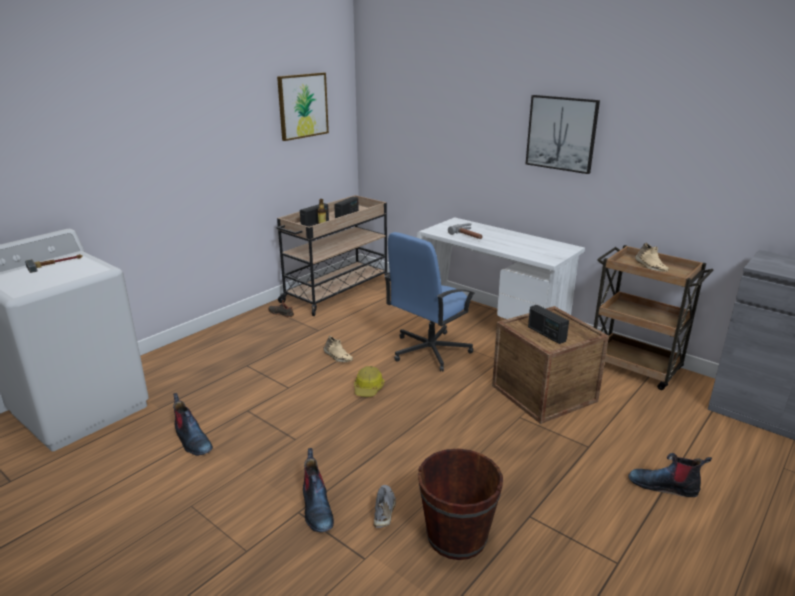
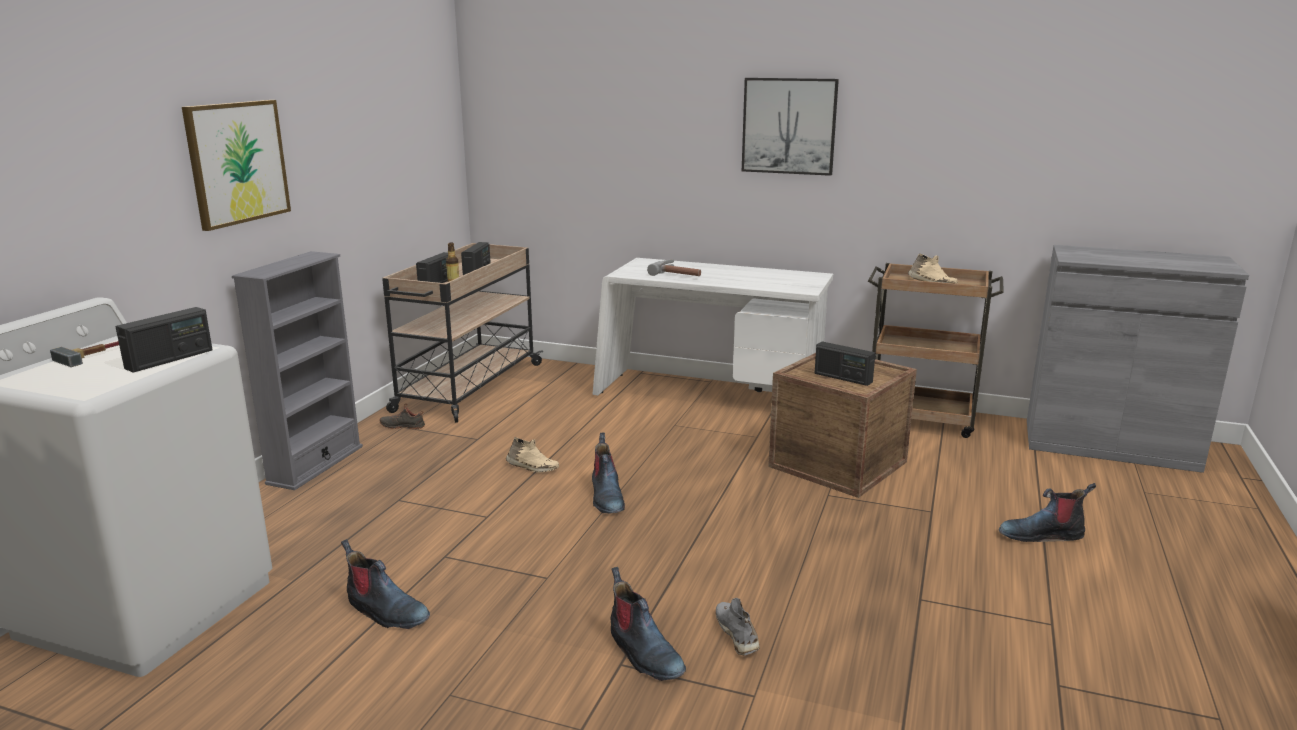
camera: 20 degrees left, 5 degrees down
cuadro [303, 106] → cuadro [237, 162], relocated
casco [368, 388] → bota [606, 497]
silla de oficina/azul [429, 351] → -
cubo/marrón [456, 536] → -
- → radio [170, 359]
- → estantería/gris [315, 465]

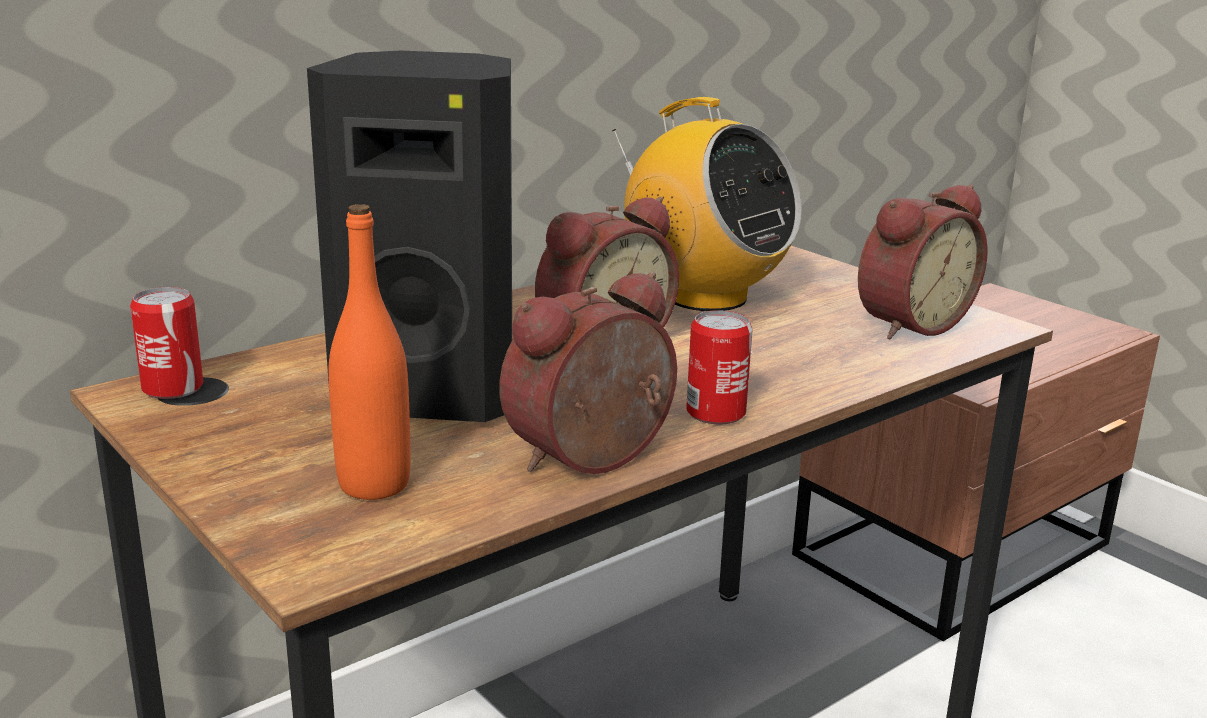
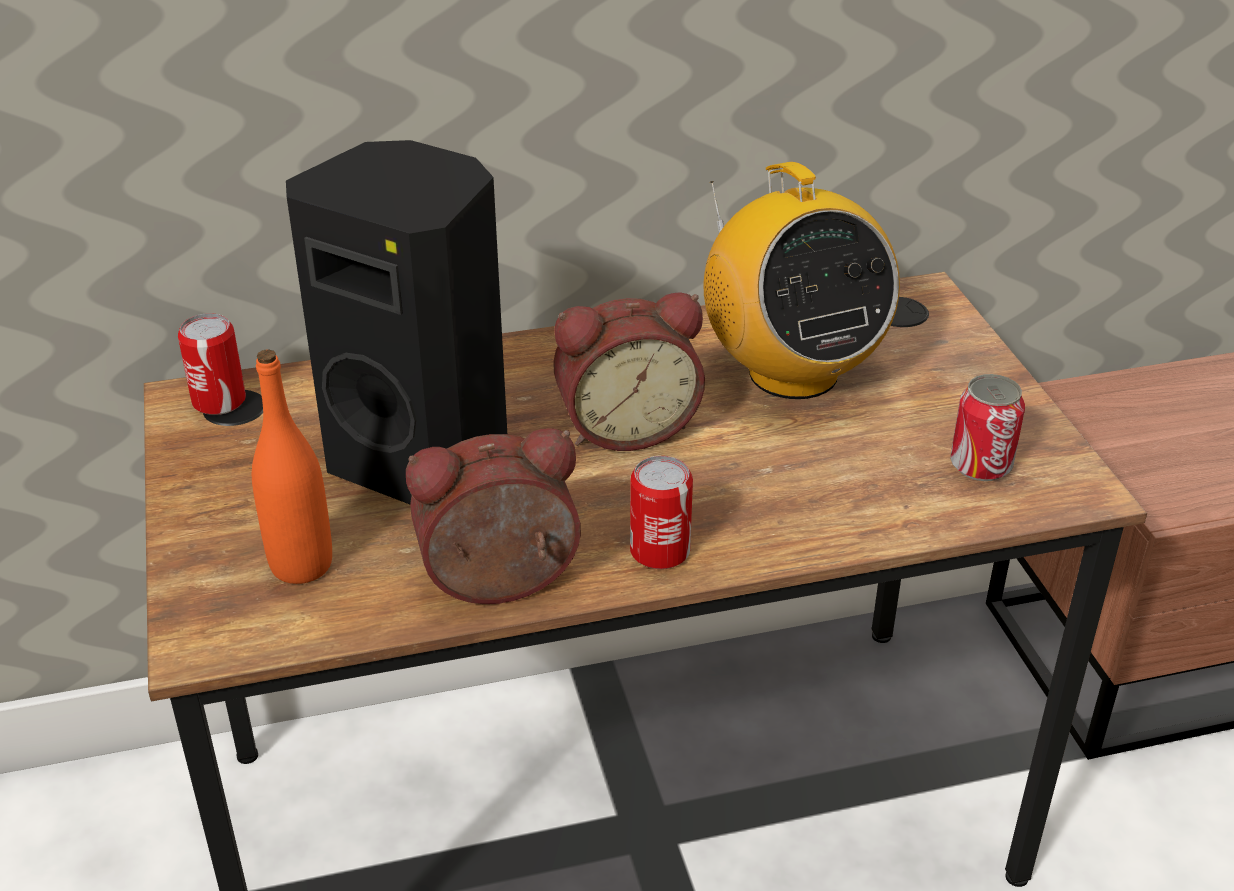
camera: 25 degrees right, 15 degrees up
despertador [908, 324] → lata [980, 465]

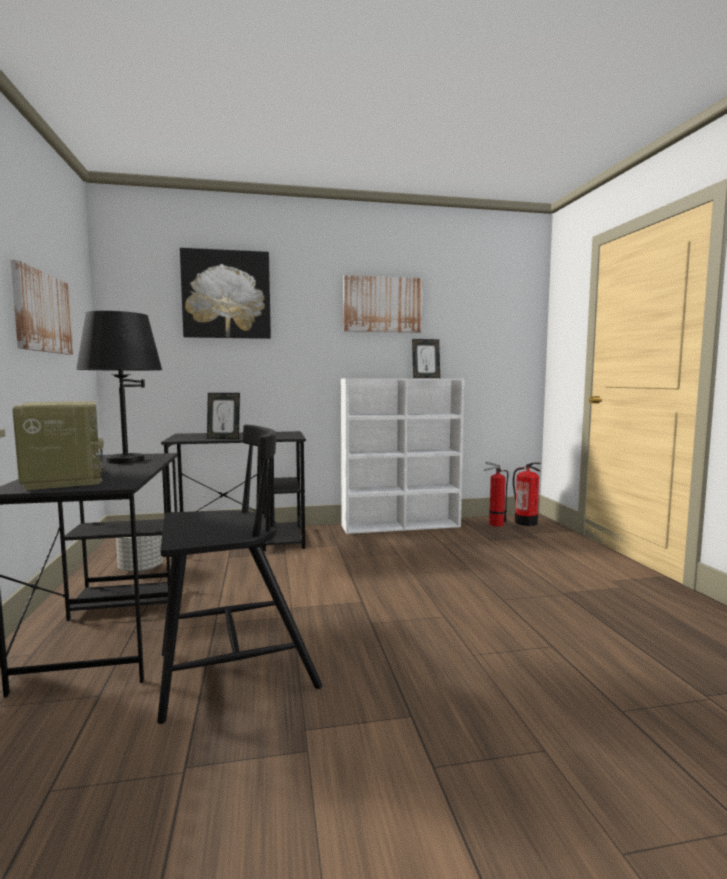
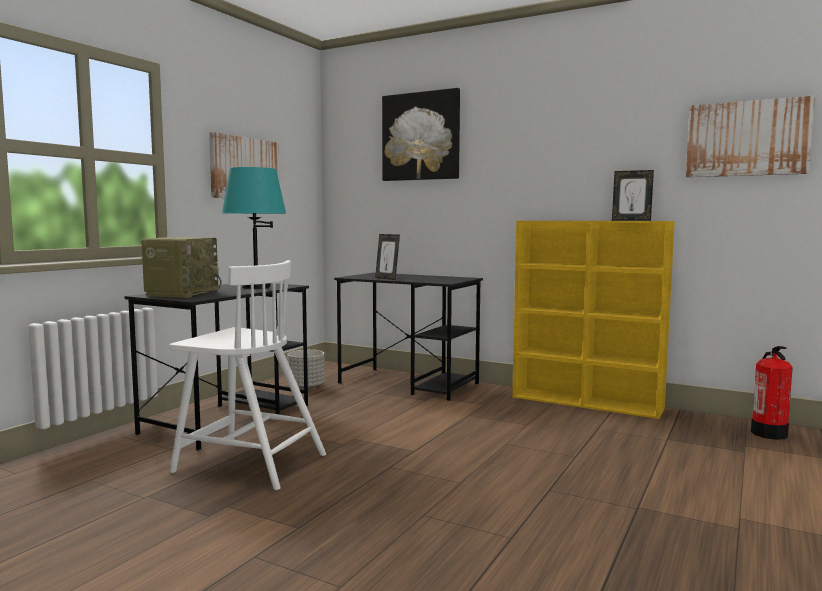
camera: 40 degrees right, 0 degrees up
lámpara de mesa/negro [125, 461] → lámpara de mesa/turquesa [256, 287]
silla/negro [233, 672] → silla/blanco [248, 462]
estantería/blanco [401, 525] → estantería/amarillo [588, 402]
cuadro [382, 304] → cuadro [747, 138], relocated
extintor [494, 524] → -

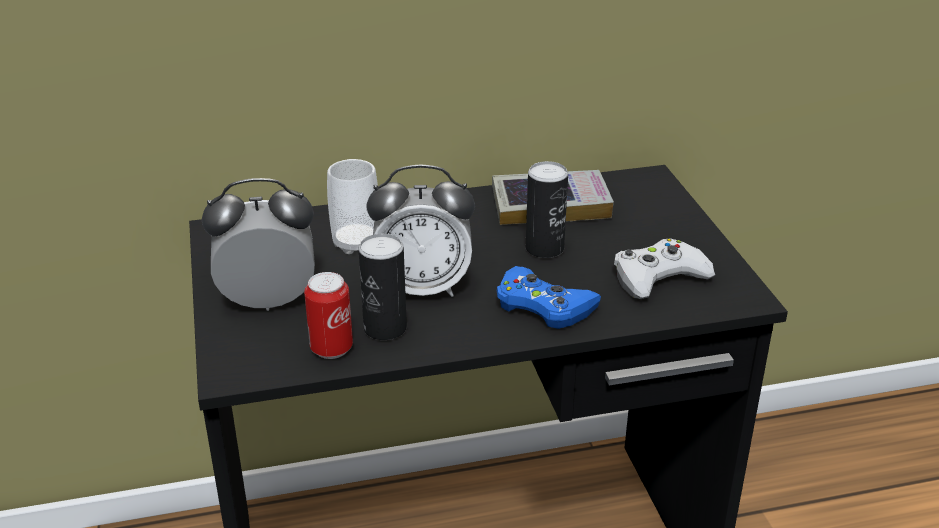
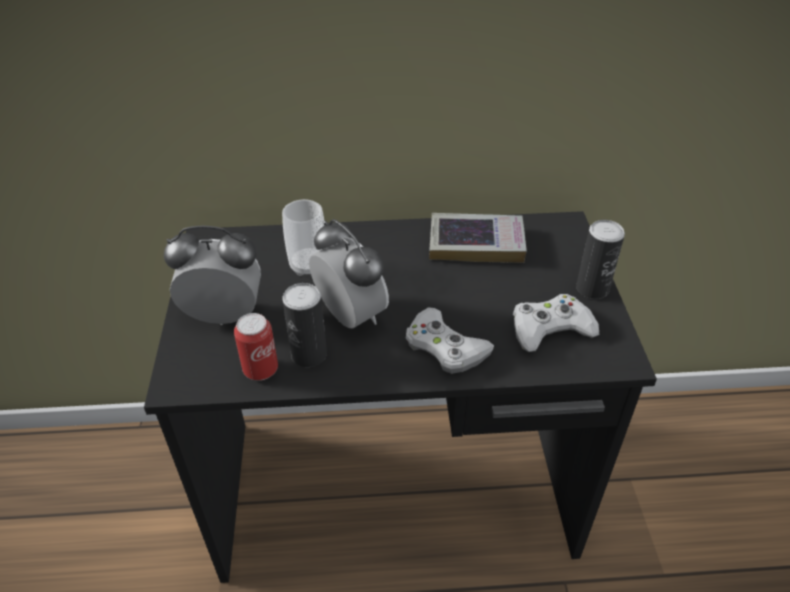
camera: 10 degrees right, 10 degrees up
despertador [423, 287] → despertador [350, 316], 135 degrees counterclockwise
mando de consola/azul [543, 305] → mando de consola/blanco [445, 347]
lata [544, 248] → lata [592, 288], relocated

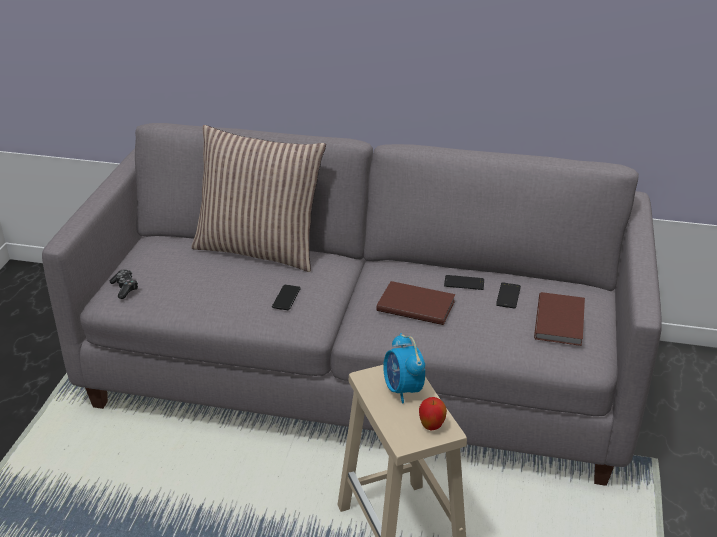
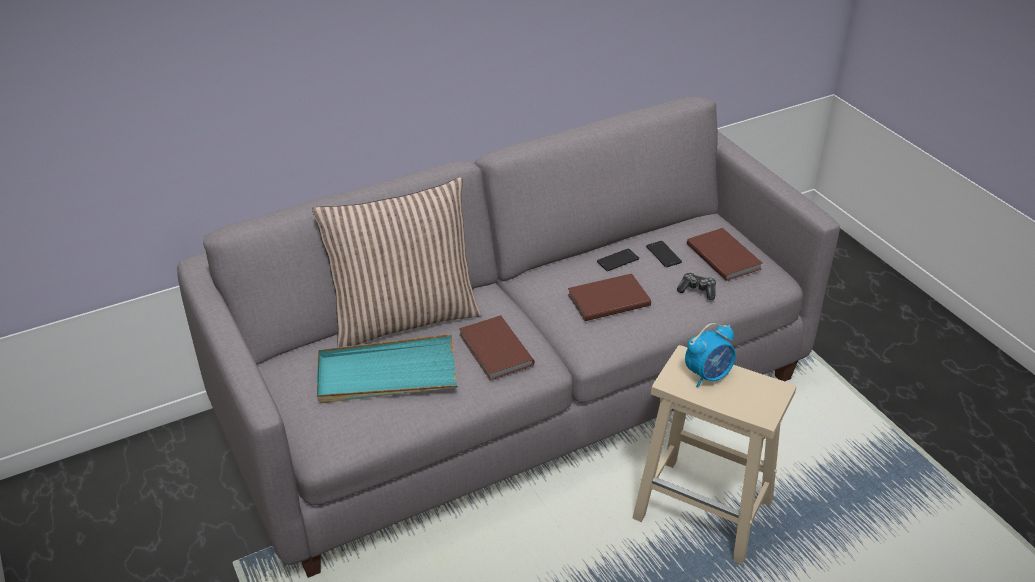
camera: 40 degrees left, 5 degrees up
mando de consola [125, 288] → mando de consola [697, 290], relocated
móvil [286, 298] → libro/marrón [494, 351]
despertador [403, 390] → despertador [708, 375], 60 degrees counterclockwise
manzana [431, 426] → -
- → bandeja/turquesa [386, 374]

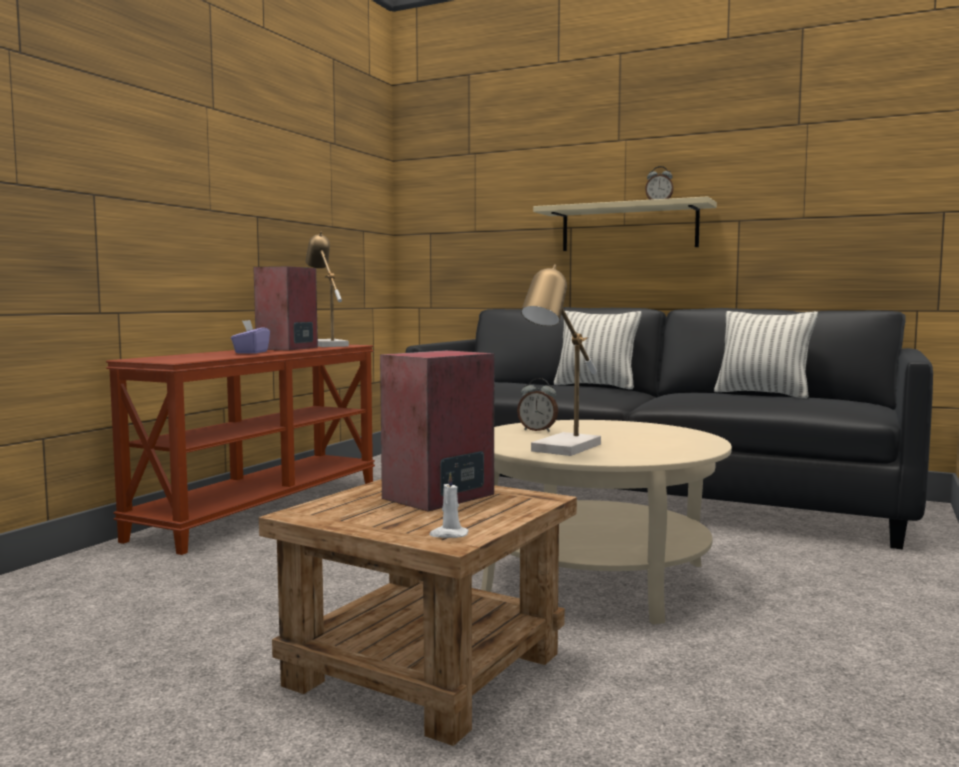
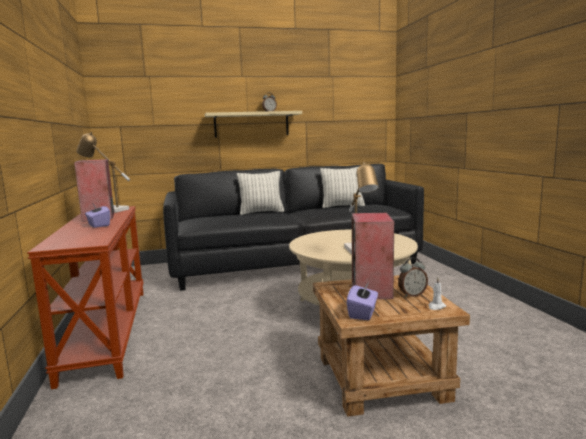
camera: 40 degrees left, 5 degrees up
despertador [538, 430] → despertador [412, 295], relocated
- → caja de pañuelos/morado [363, 313]

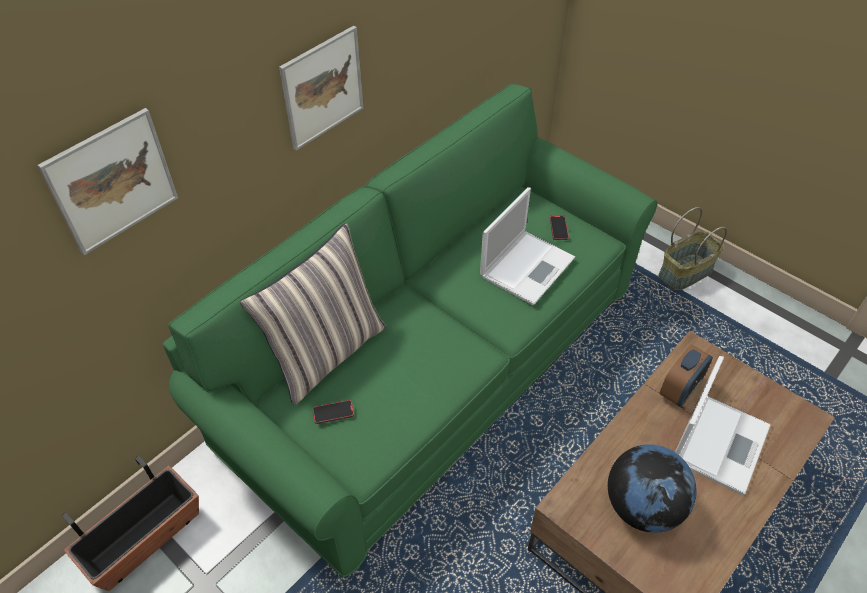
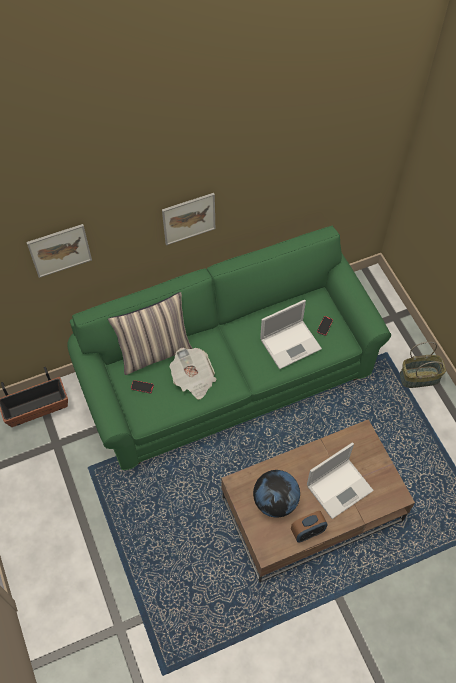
camera: 25 degrees right, 10 degrees up
despertador [679, 390] → despertador [307, 532], relocated
- → periódico [193, 379]

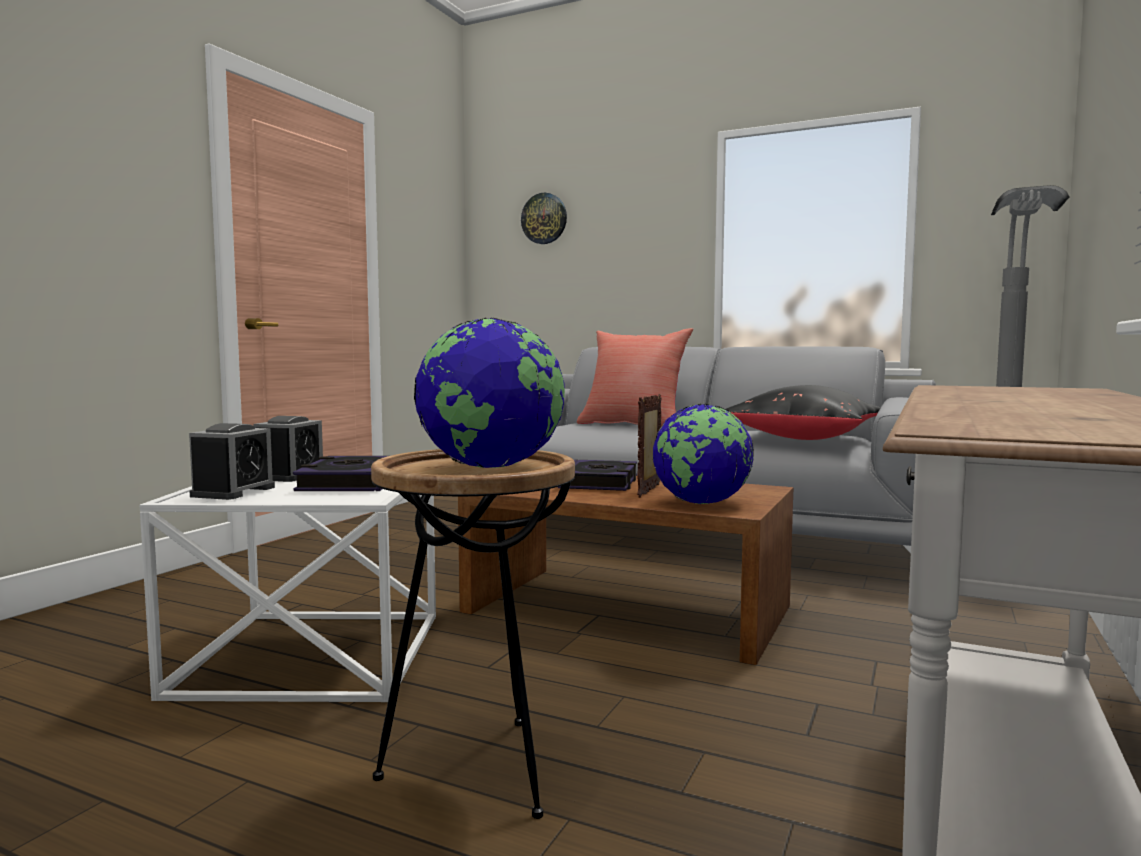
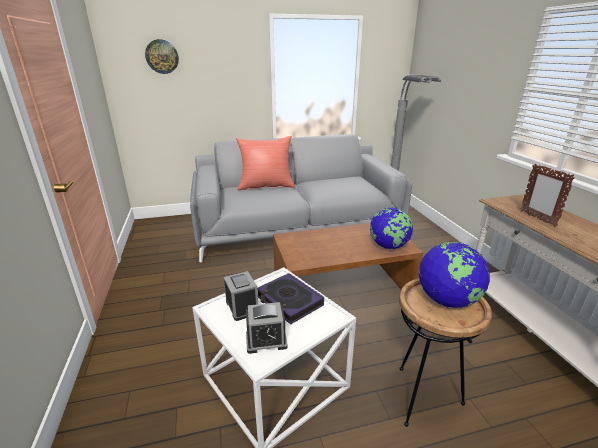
camera: 40 degrees left, 20 degrees up
despertador [233, 491] → despertador [266, 340], 105 degrees clockwise
libro [599, 483] → -
portarretratos [649, 491] → portarretratos [537, 218], relocated
cojín/negro [805, 438] → -

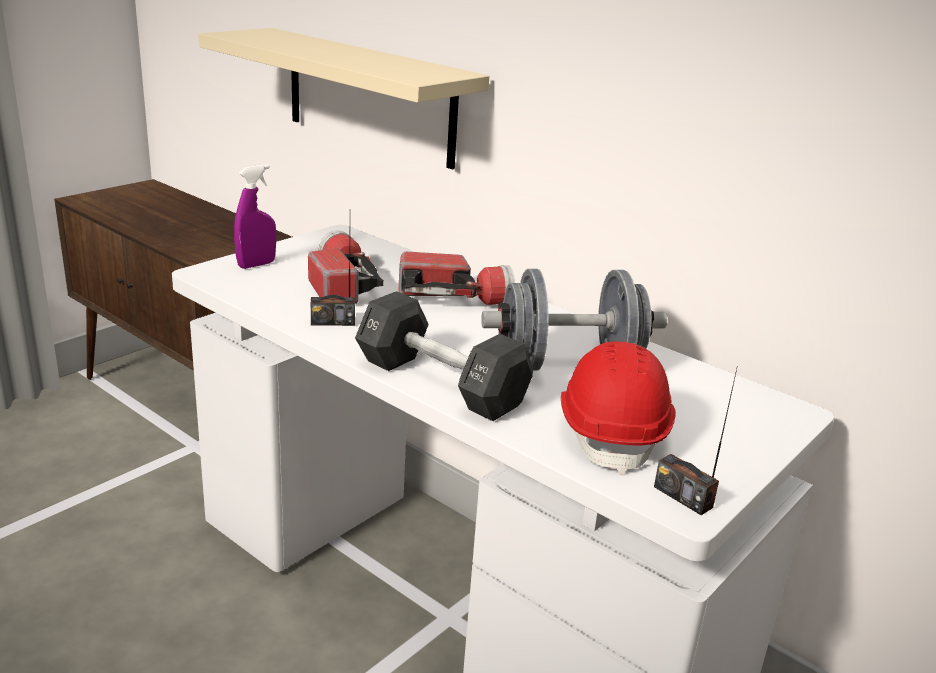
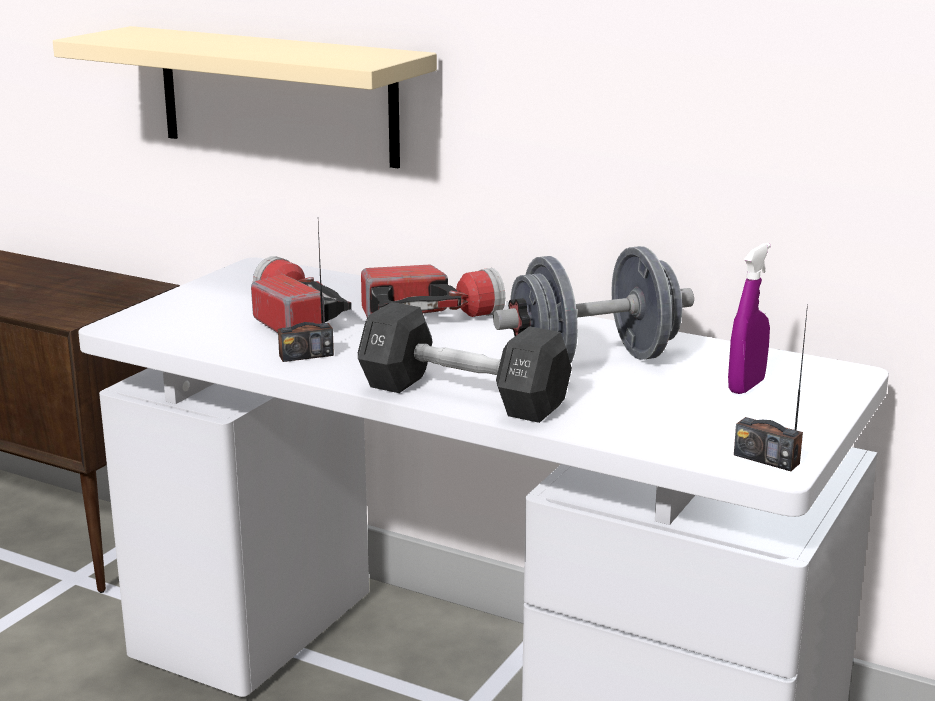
camera: 10 degrees left, 5 degrees down
pulverizador/morado [256, 264] → pulverizador/morado [746, 386], relocated
casco/rojo [612, 432] → -

